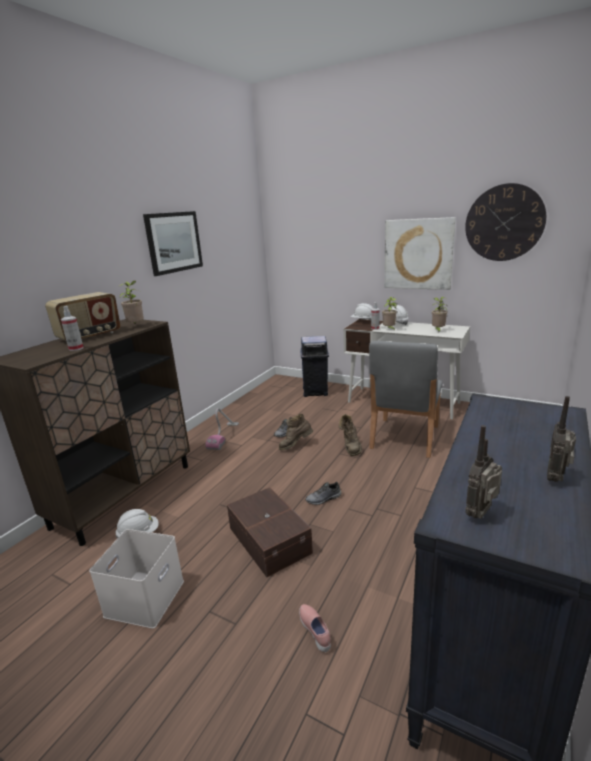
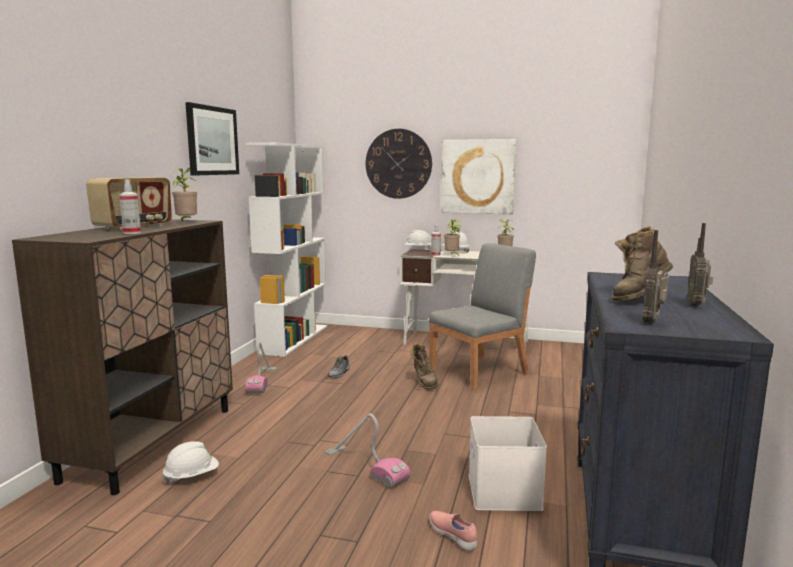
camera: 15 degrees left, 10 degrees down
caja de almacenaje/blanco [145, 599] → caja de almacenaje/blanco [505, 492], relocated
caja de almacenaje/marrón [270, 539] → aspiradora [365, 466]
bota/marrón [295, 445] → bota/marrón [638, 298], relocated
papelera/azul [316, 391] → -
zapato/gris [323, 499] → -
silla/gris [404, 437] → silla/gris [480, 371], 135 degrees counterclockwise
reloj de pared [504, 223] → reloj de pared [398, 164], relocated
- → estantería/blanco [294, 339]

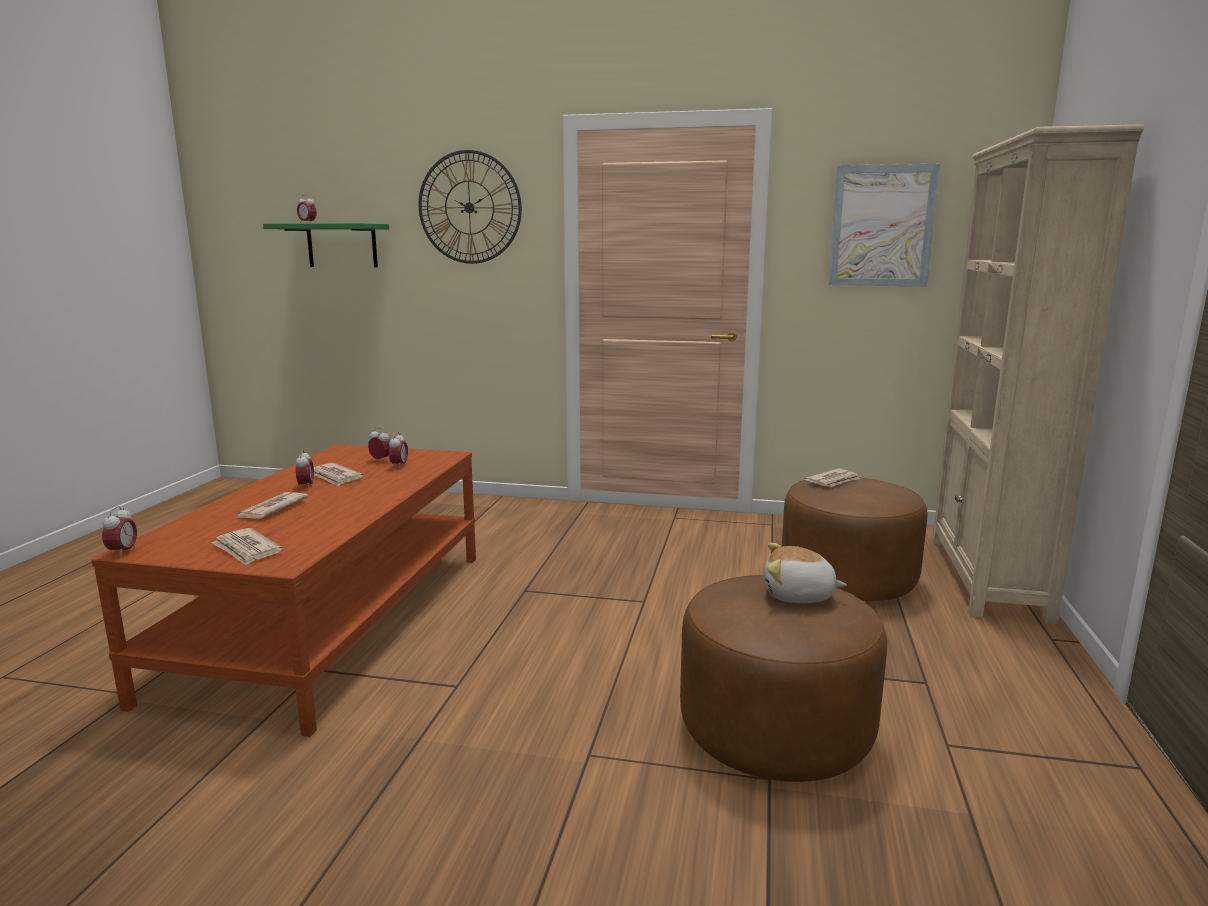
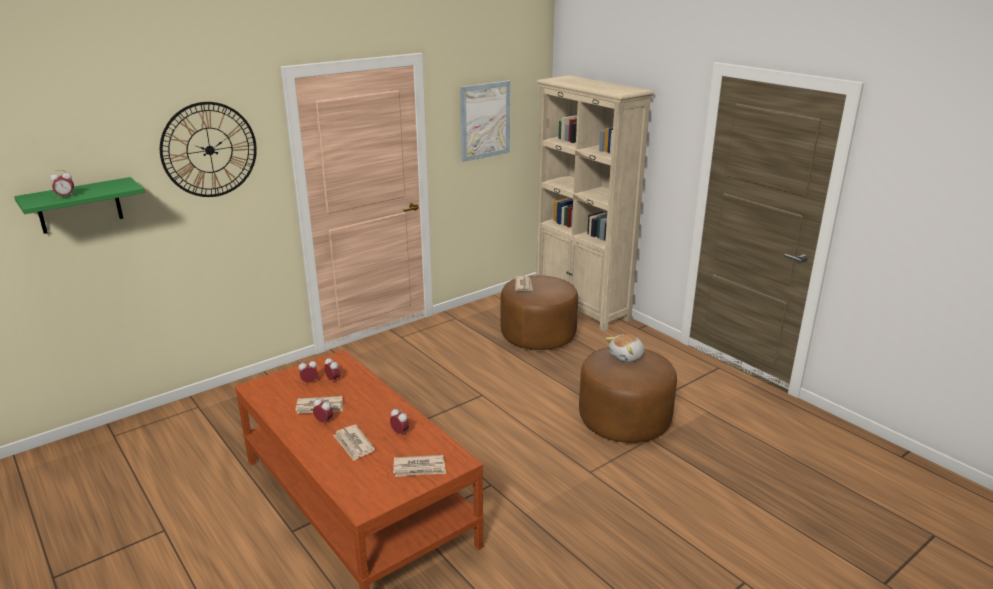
camera: 50 degrees left, 10 degrees up
despertador [123, 552] → despertador [400, 433], relocated

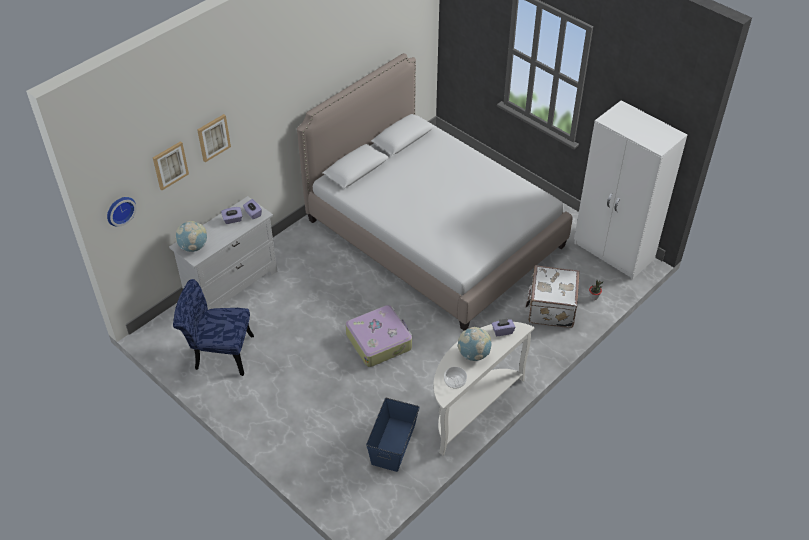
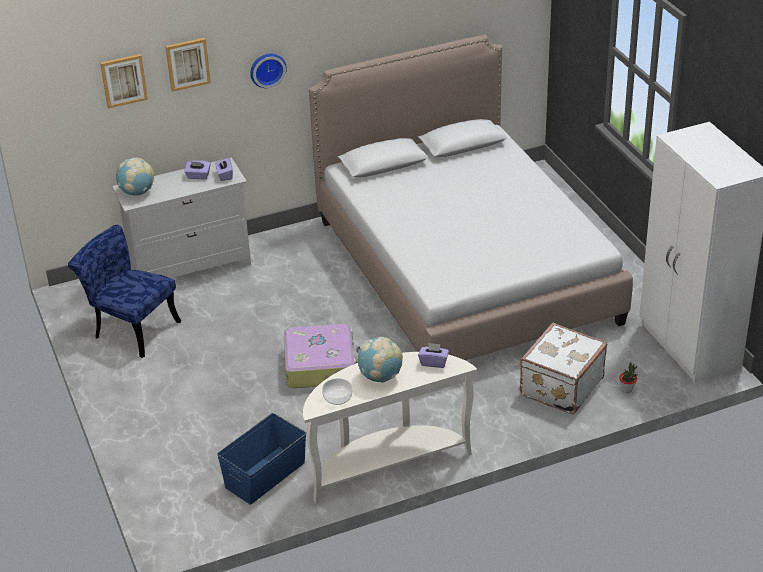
camera: 25 degrees right, 10 degrees down
reloj de pared [119, 210] → reloj de pared [267, 69], relocated

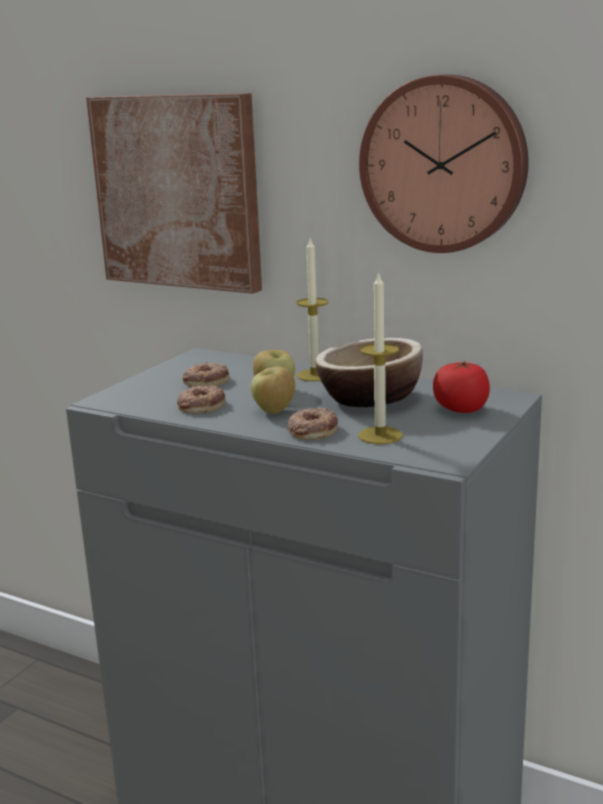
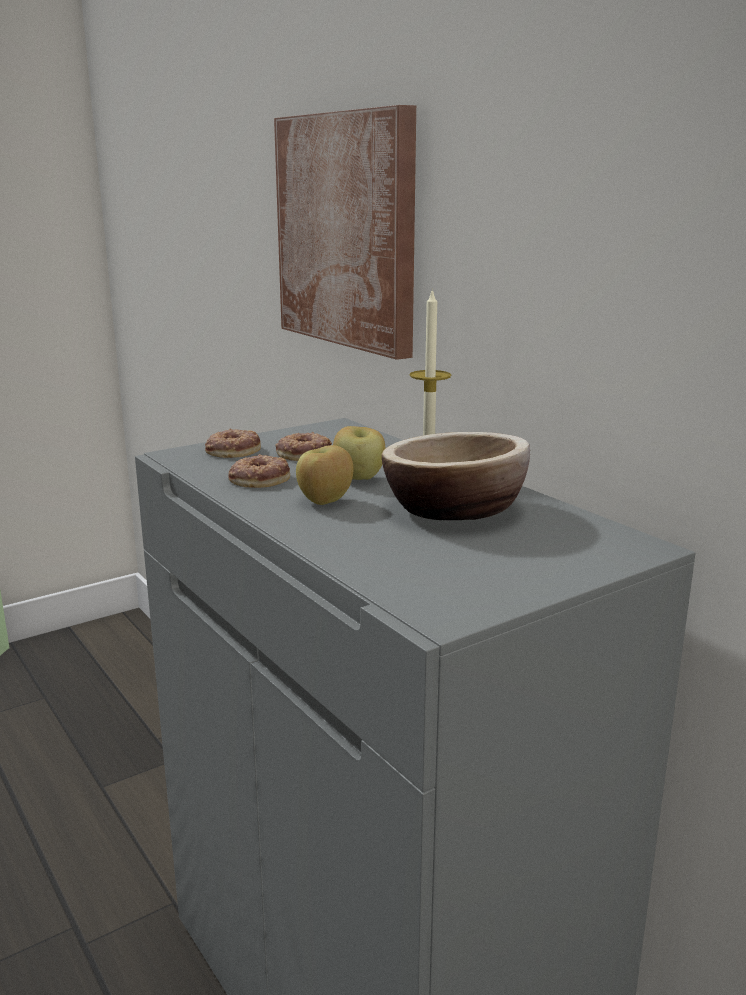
camera: 25 degrees right, 0 degrees up
rosquilla [312, 430] → rosquilla [232, 450], relocated
vela [380, 435] → -
reloj de pared [444, 164] → -
tomate [461, 409] → -

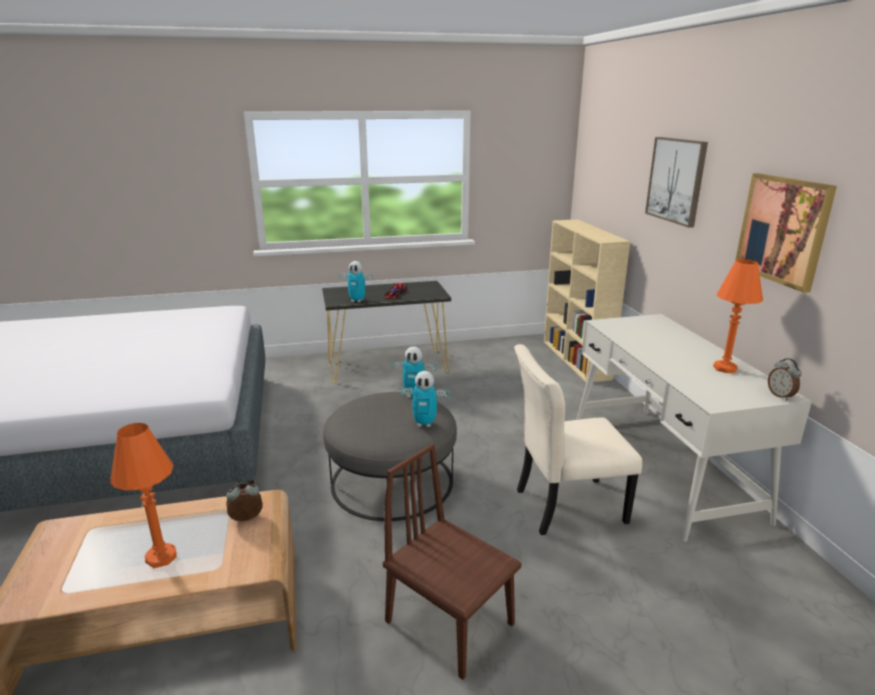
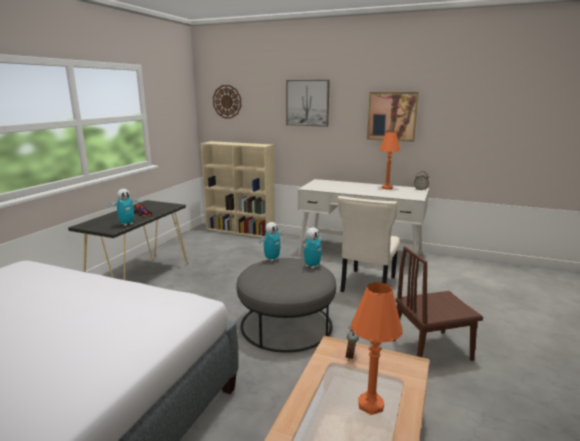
camera: 55 degrees left, 5 degrees down
- → reloj de pared [227, 101]

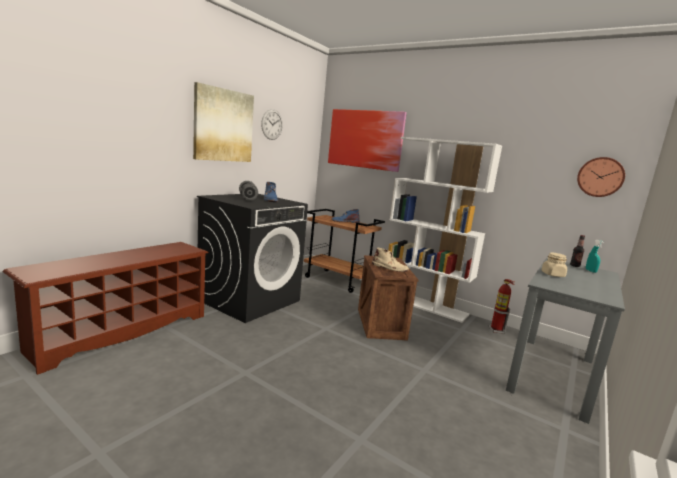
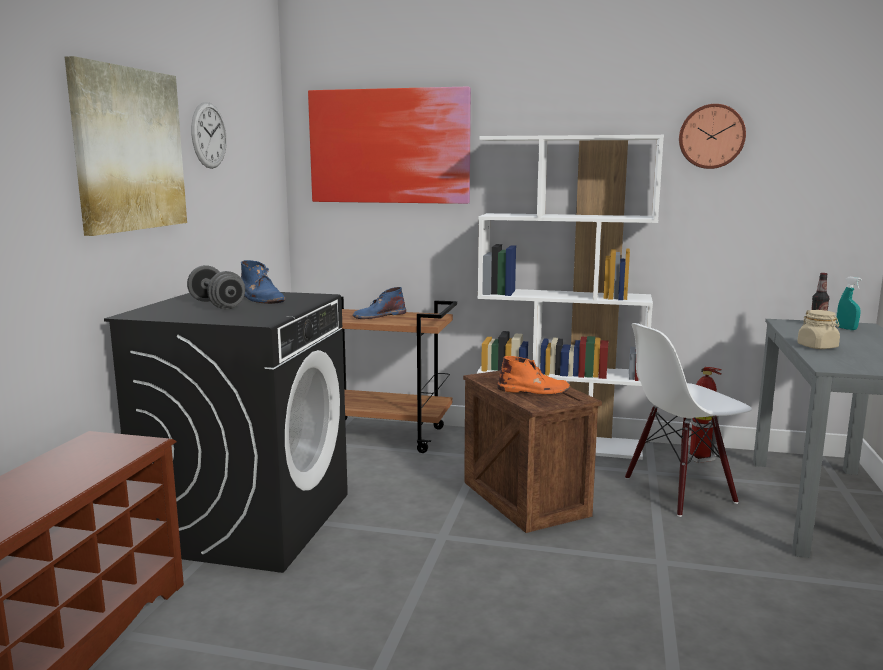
camera: 20 degrees left, 0 degrees up
bota/beis [389, 268] → bota/naranja [534, 390]
reloj de pared [600, 177] → reloj de pared [711, 136], relocated
- → silla/blanco [679, 491]

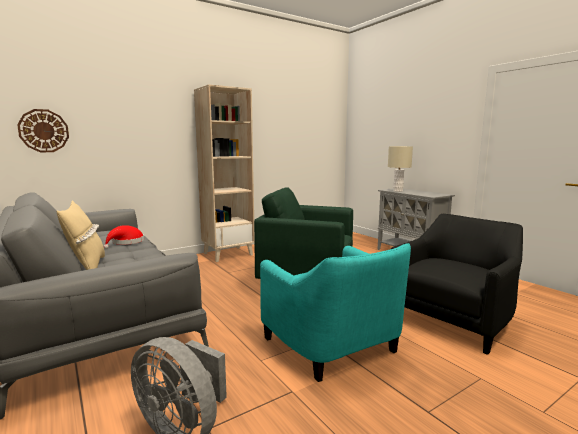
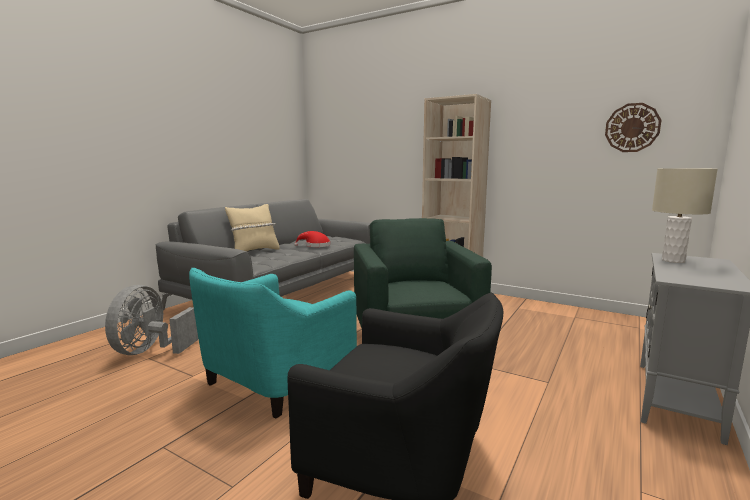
camera: 65 degrees right, 0 degrees up
reloj de pared [44, 131] → reloj de pared [632, 127], relocated

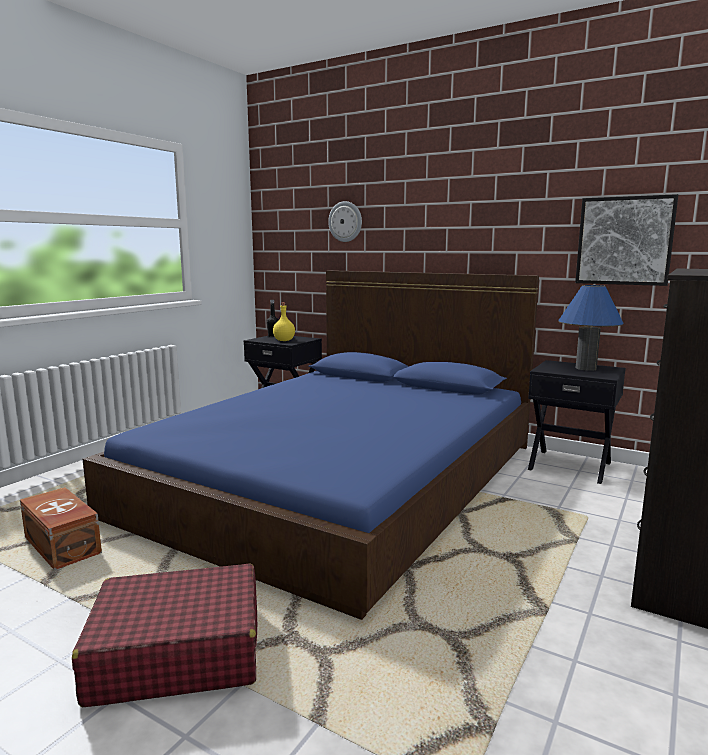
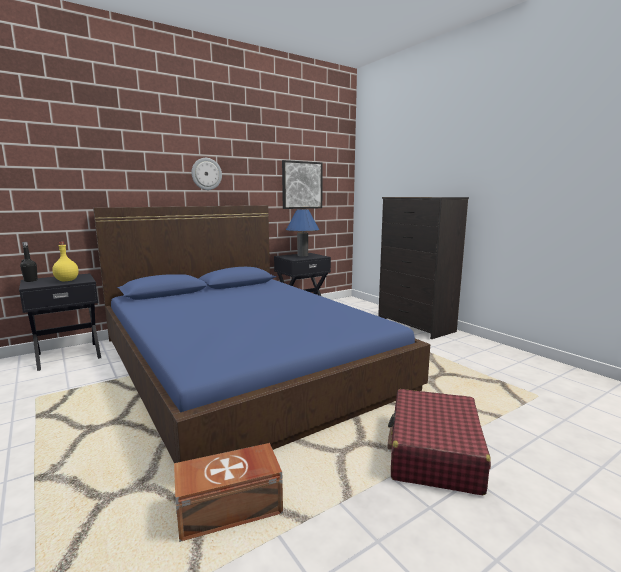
camera: 65 degrees left, 0 degrees up
reloj de pared [345, 221] → reloj de pared [206, 174], relocated

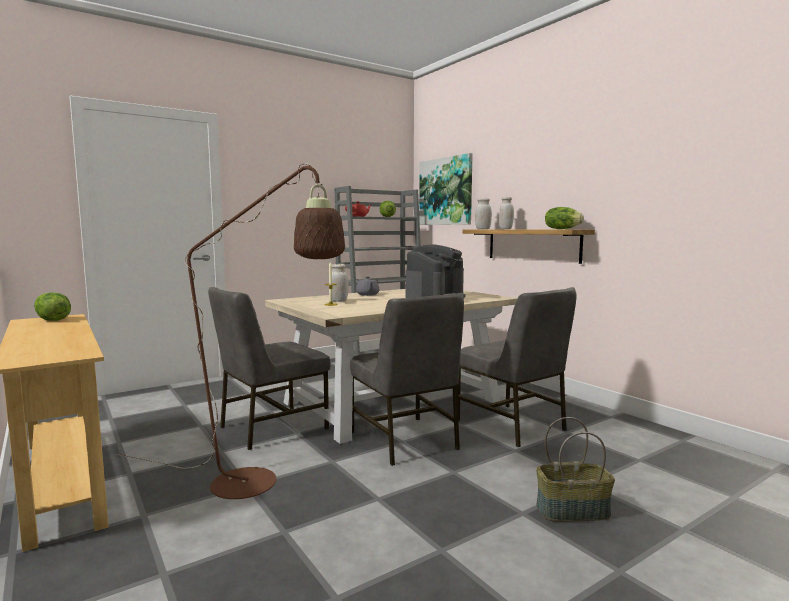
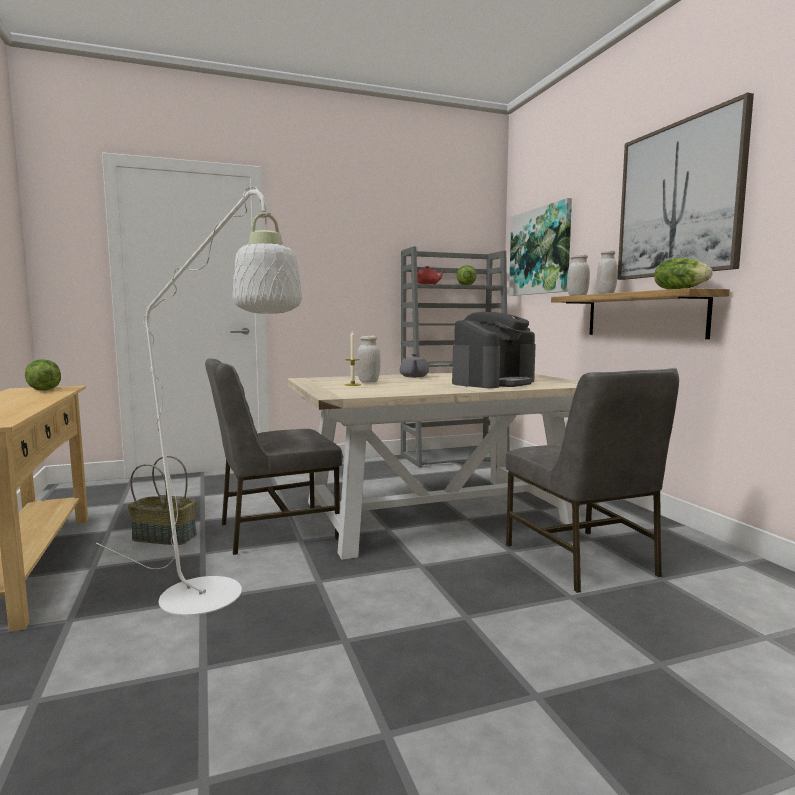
camera: 15 degrees right, 0 degrees up
lámpara de pie/marrón [258, 485] → lámpara de pie/blanco [215, 601]
silla/gris [405, 441] → -
cesta [573, 510] → cesta [165, 537], relocated
- → cuadro [678, 199]

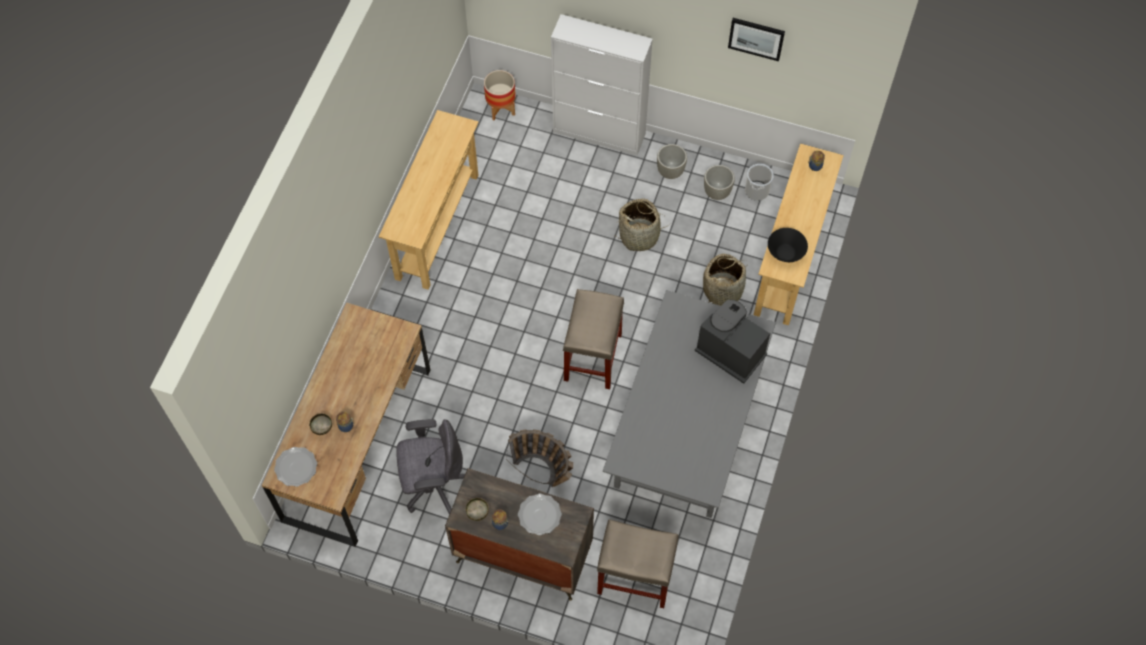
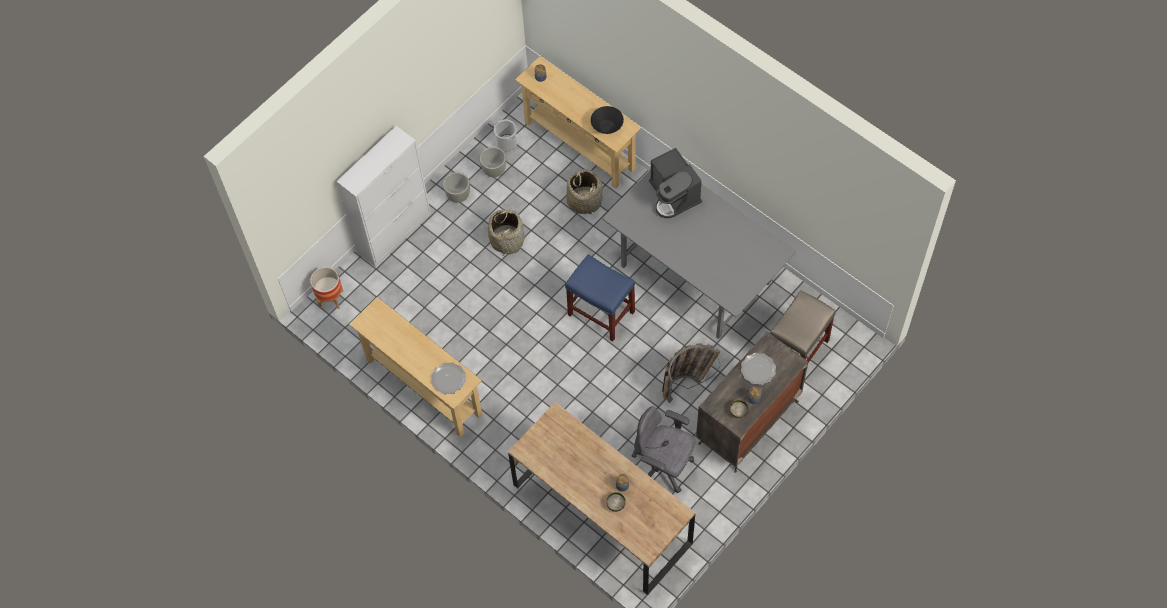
camera: 65 degrees left, 0 degrees up
plato [296, 467] → plato [448, 379], relocated
silla de oficina/gris [434, 484] → silla de oficina/gris [663, 467], 75 degrees counterclockwise
taburete/beis [592, 356] → taburete/azul [600, 313]
cafetera [730, 351] → cafetera [674, 195], 90 degrees counterclockwise
cuadro [756, 38] → -

